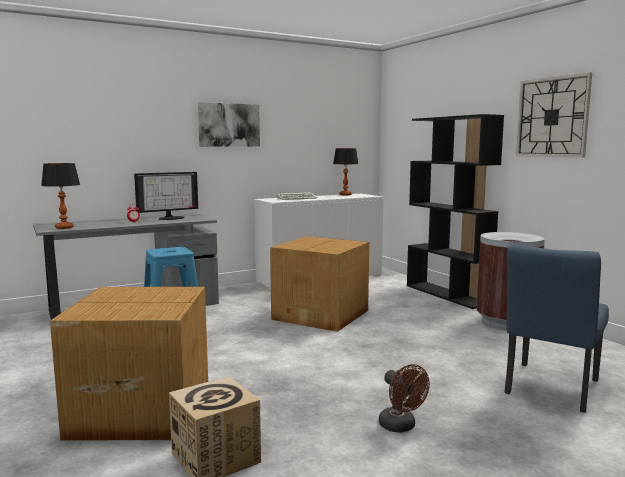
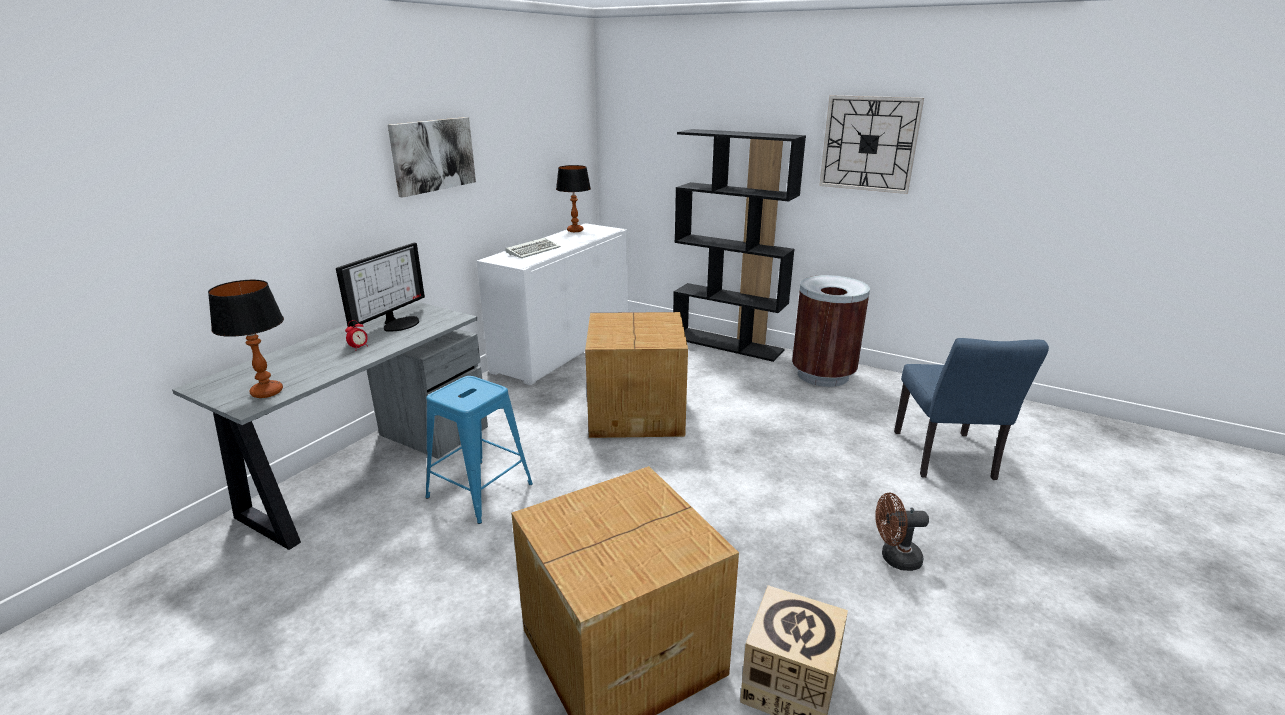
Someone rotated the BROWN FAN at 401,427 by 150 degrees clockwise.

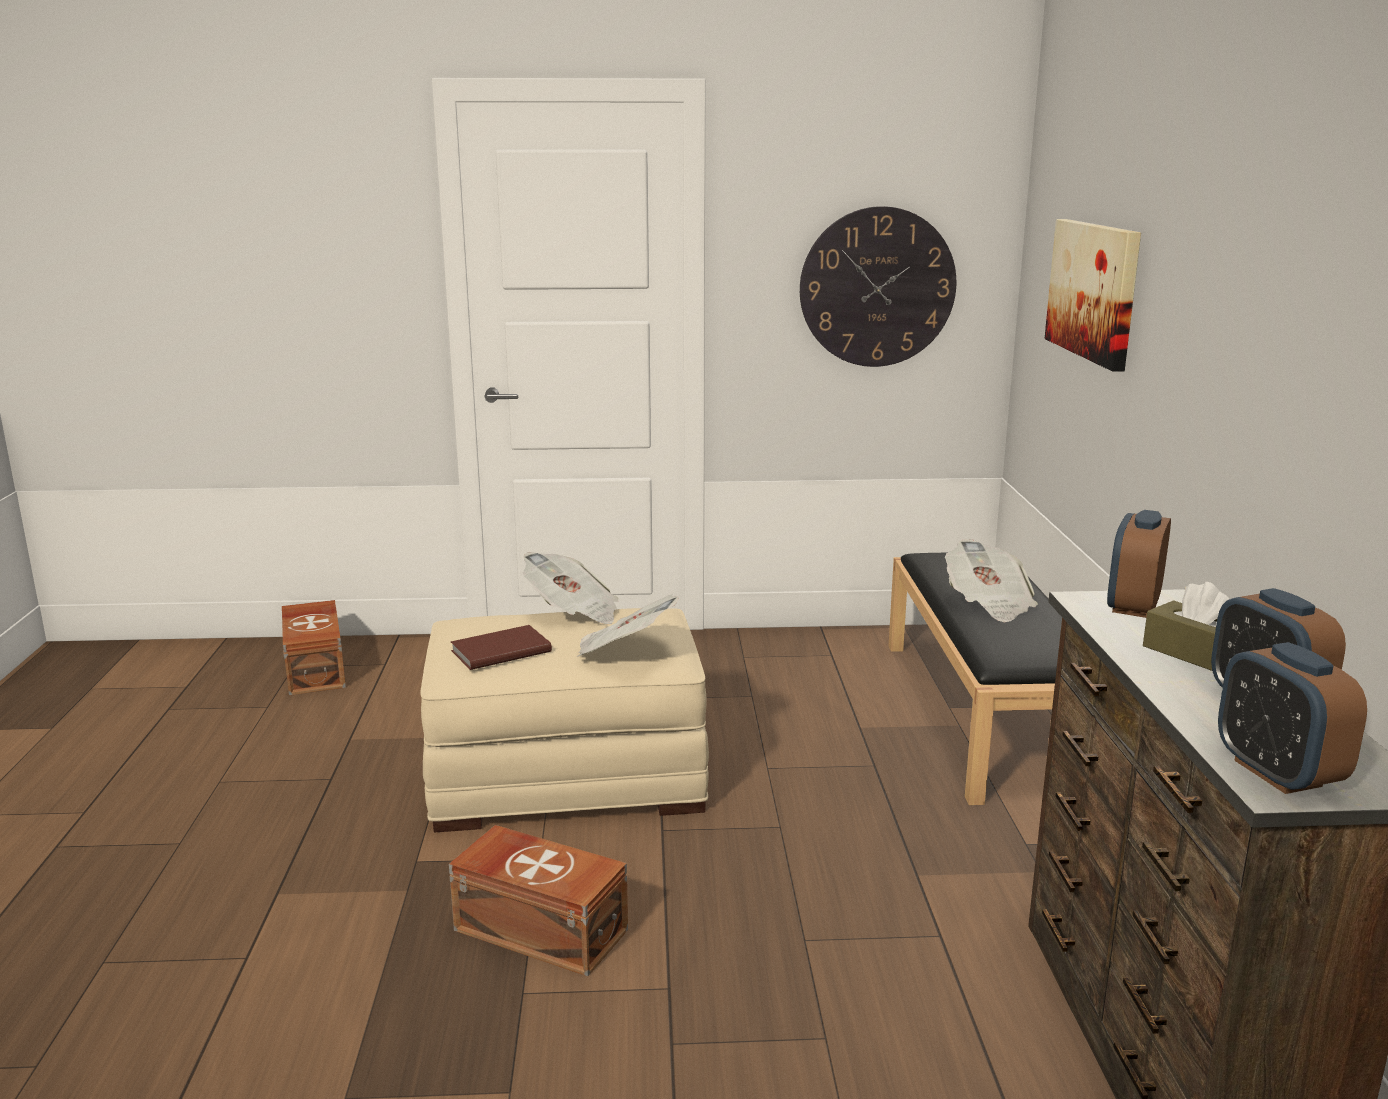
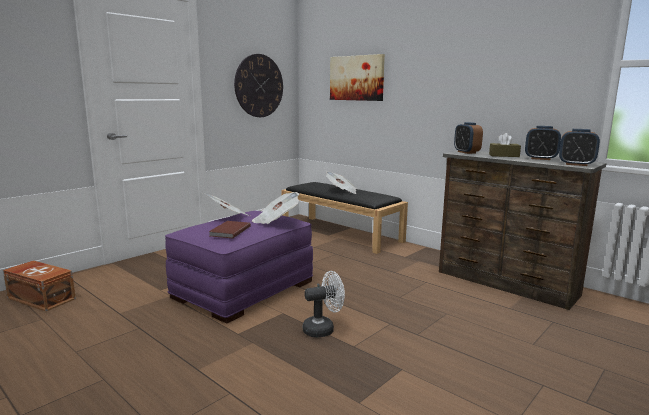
Someone repainted the BEIGE OTTOMAN at 568,774, which became the PURPLE OTTOMAN at 244,289. Someone swapped the BROWN STORAGE BOX at 540,928 for the WHITE FAN at 323,329.

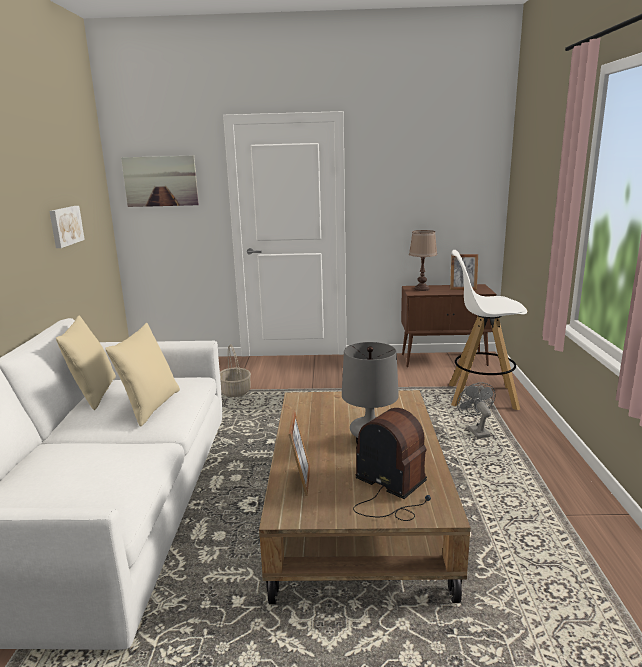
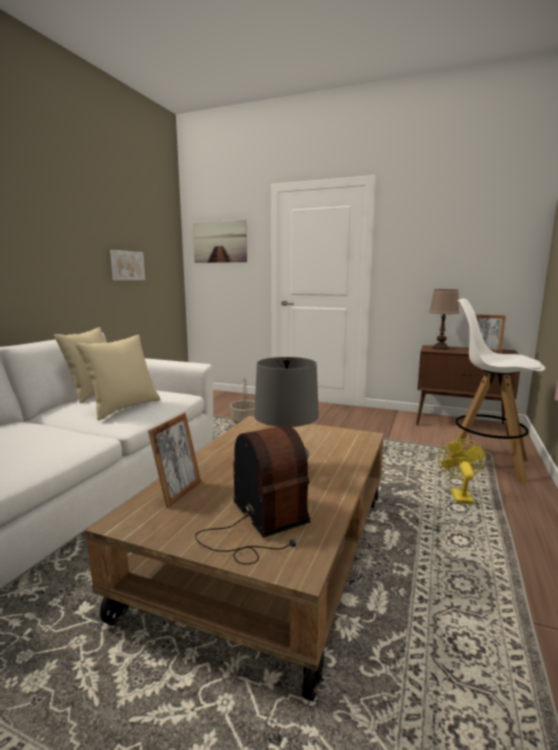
Someone repainted the GREY FAN at 476,430, which became the YELLOW FAN at 459,495.

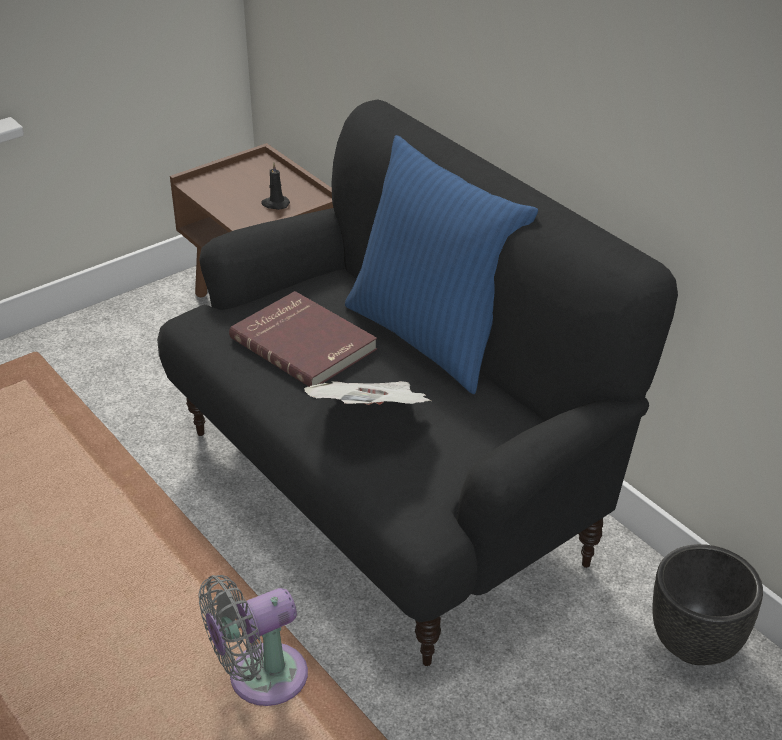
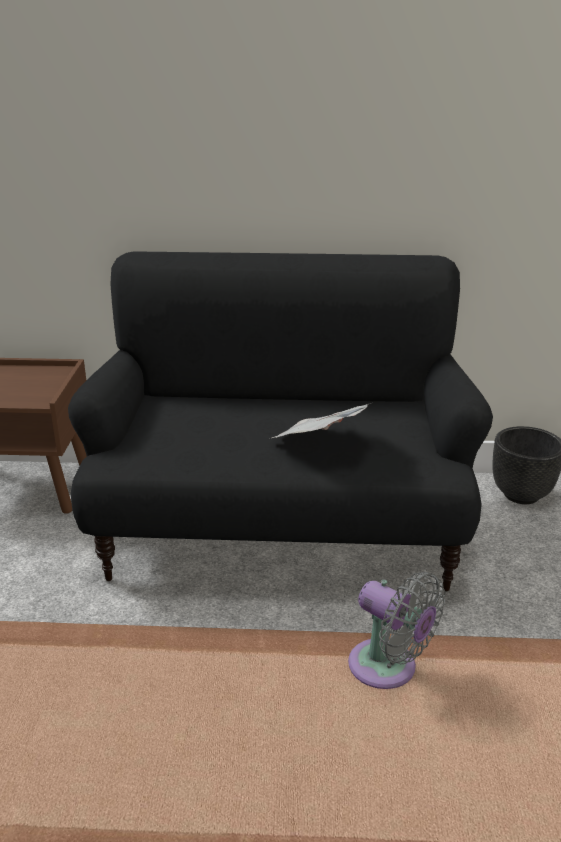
Someone took away the BLUE PILLOW at 432,336. Someone took away the BLACK CANDLE at 275,204. Someone took away the RED BOOK at 305,343. Someone rotated the GREY FAN at 260,679 by 60 degrees counterclockwise.

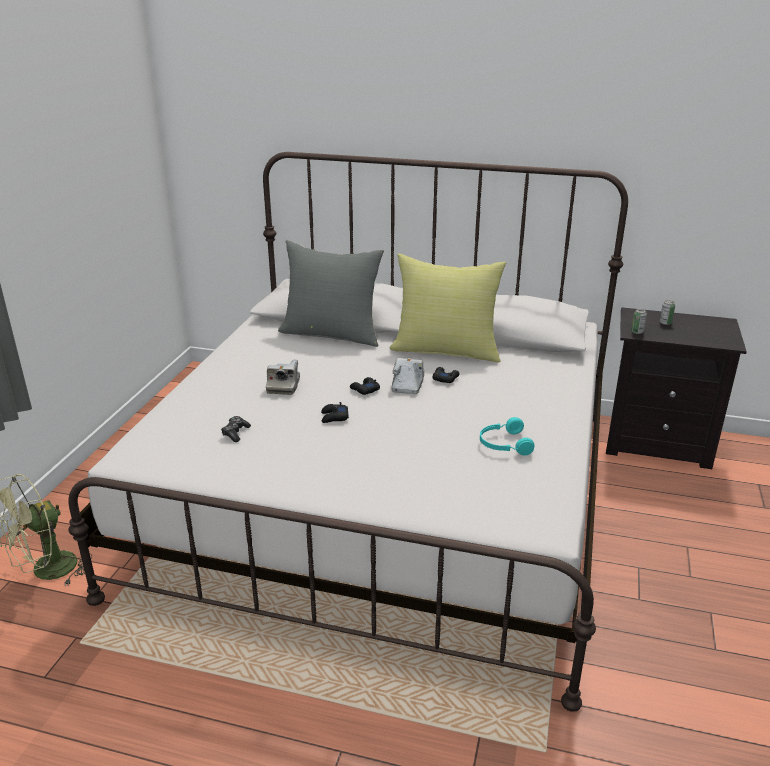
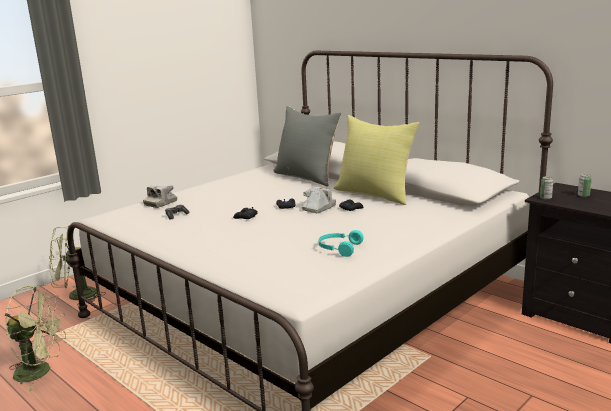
Someone carried the PHOTO CAMERA from 283,386 to 161,203. Someone put down the GREEN FAN at 41,371.

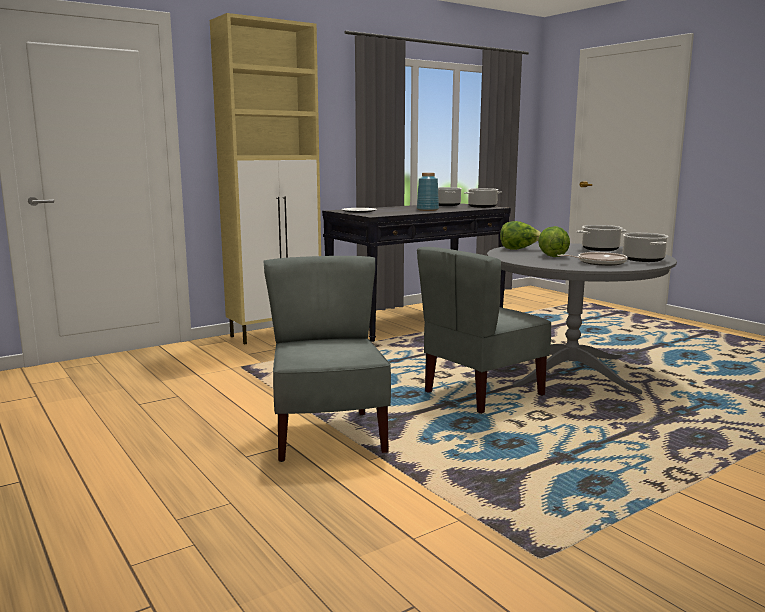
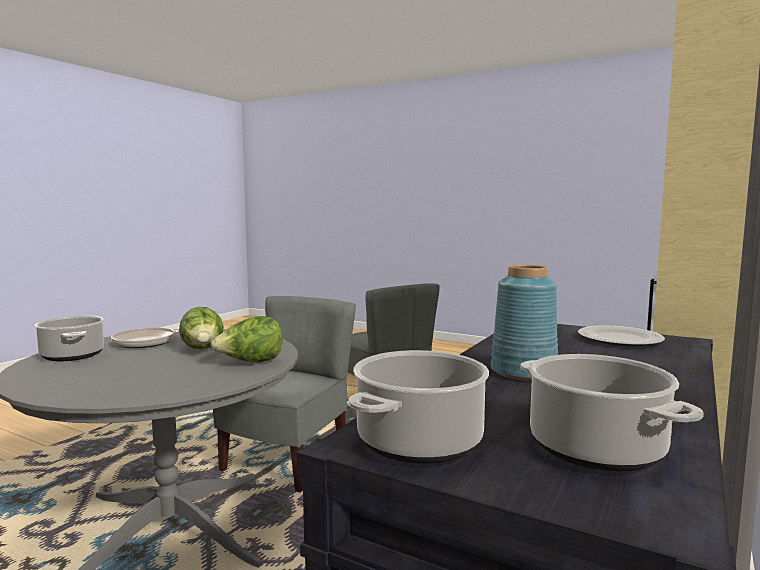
Someone took away the COOKING POT at 600,249.

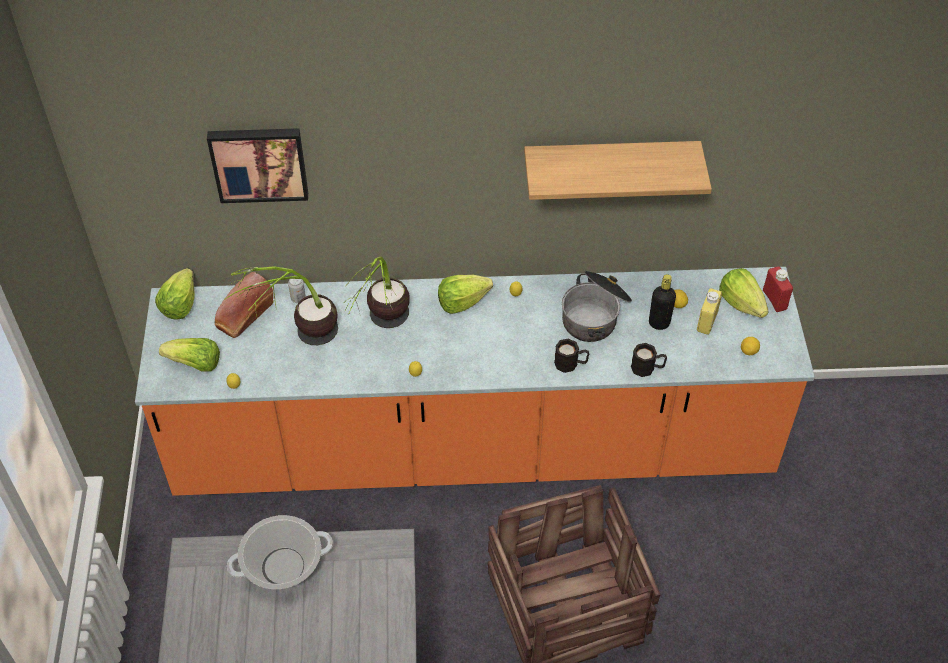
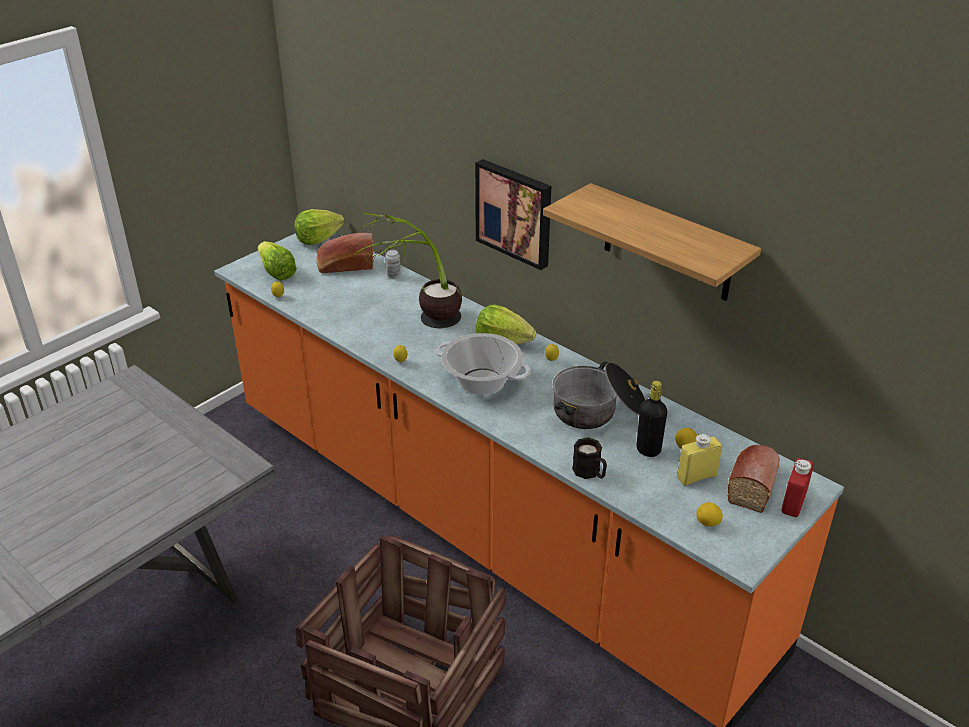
Someone carried the PICTURE from 259,162 to 515,212. Someone took away the POTTED PLANT at 296,341. Someone swapped the LETTUCE at 741,303 for the BREAD at 753,485. Someone took away the BLACK MUG at 571,364. Someone carried the COOKING POT from 283,567 to 482,382.

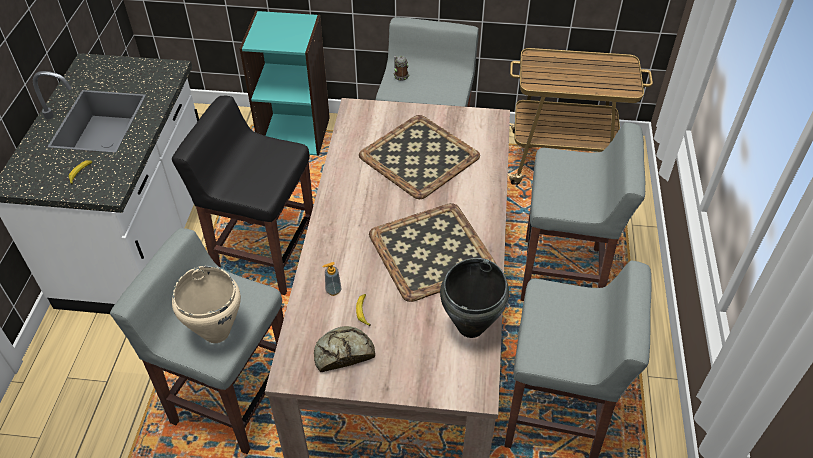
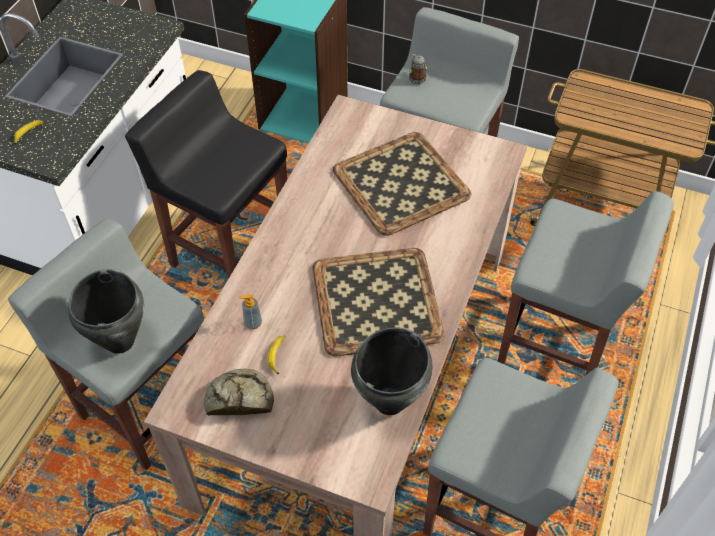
Someone repainted the BEIGE COOKING POT at 216,333, which became the BLACK COOKING POT at 119,342.

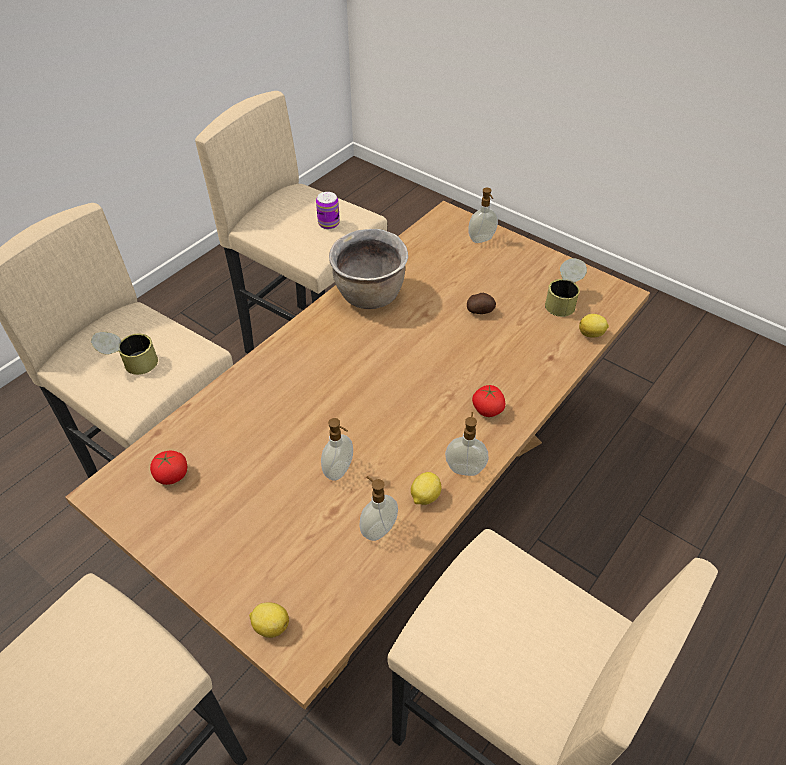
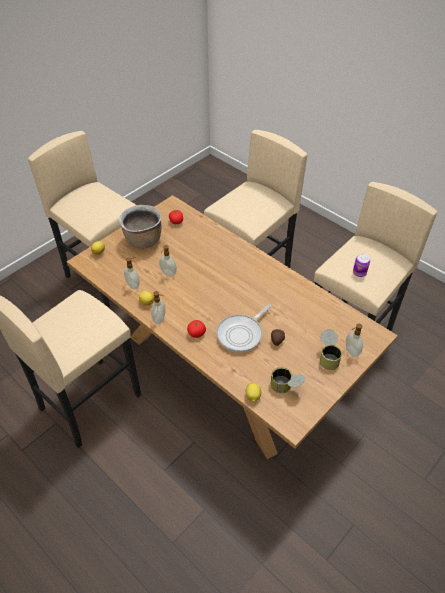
Someone carried the BROWN COOKING POT from 370,296 to 143,240. Someone carried the CAN from 130,363 to 328,356. Someone put down the FRYING PAN at 242,334.

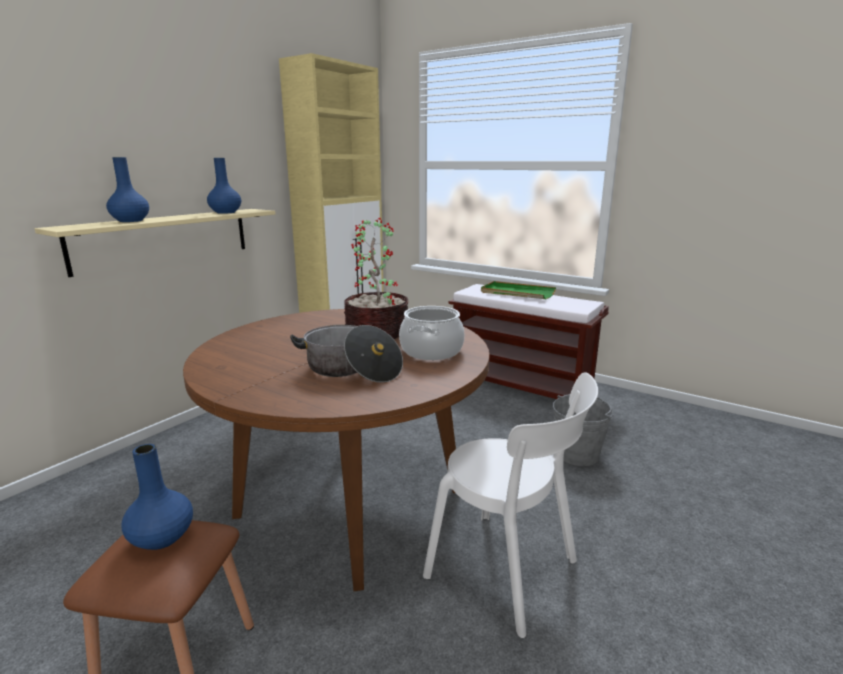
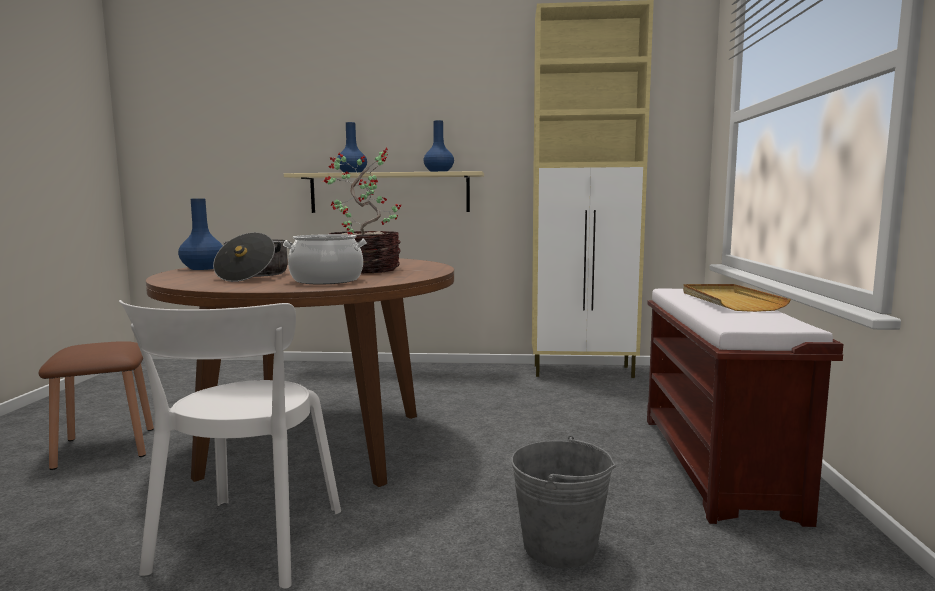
Someone repainted the GREEN TRAY at 517,293, which became the BEIGE TRAY at 729,301. Someone carried the BLUE VASE from 161,537 to 203,268.

